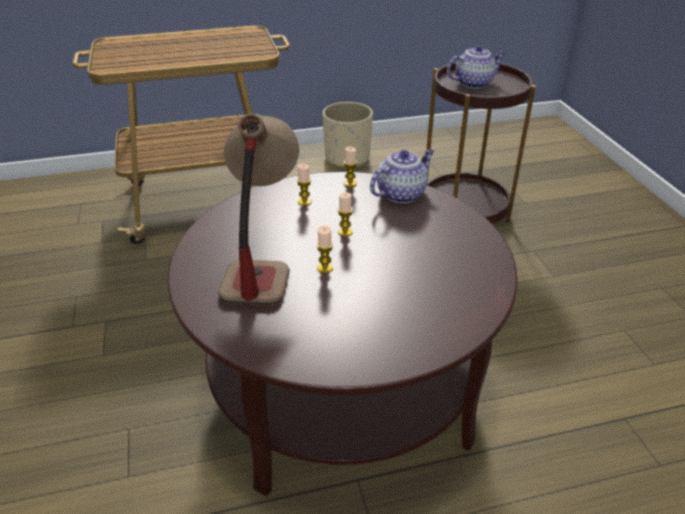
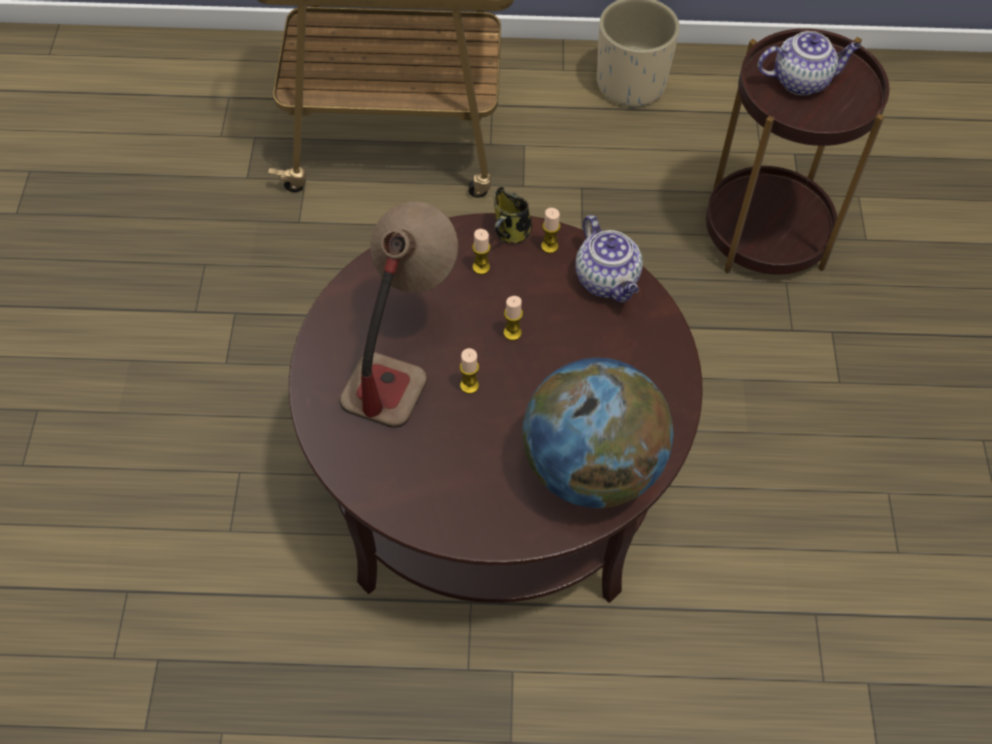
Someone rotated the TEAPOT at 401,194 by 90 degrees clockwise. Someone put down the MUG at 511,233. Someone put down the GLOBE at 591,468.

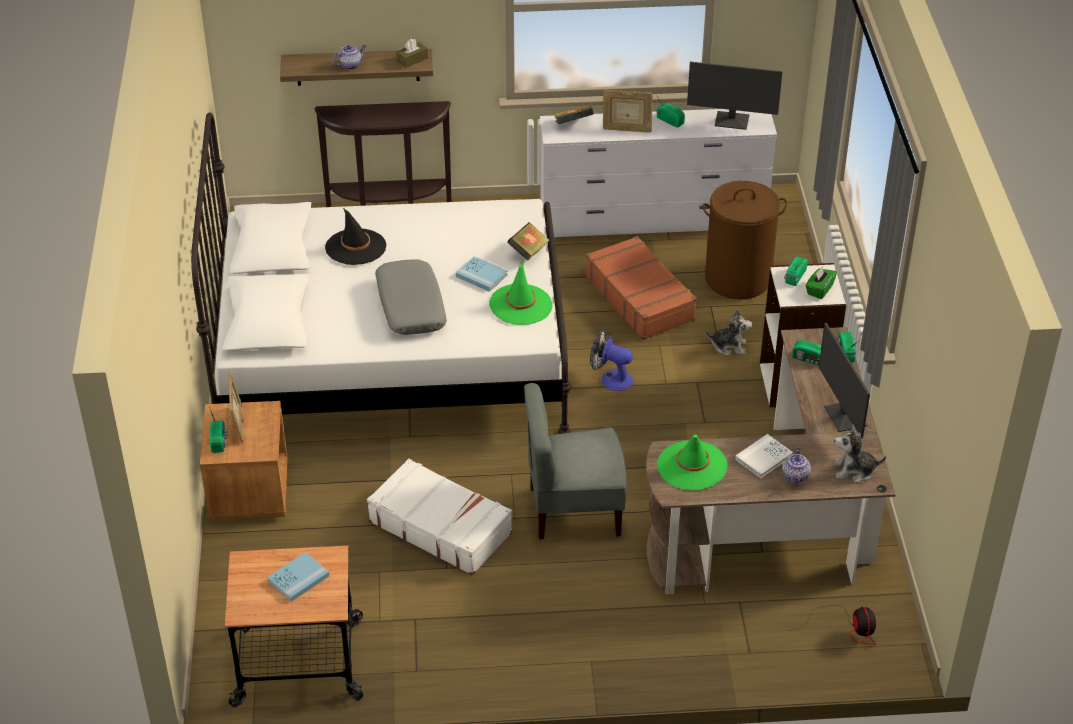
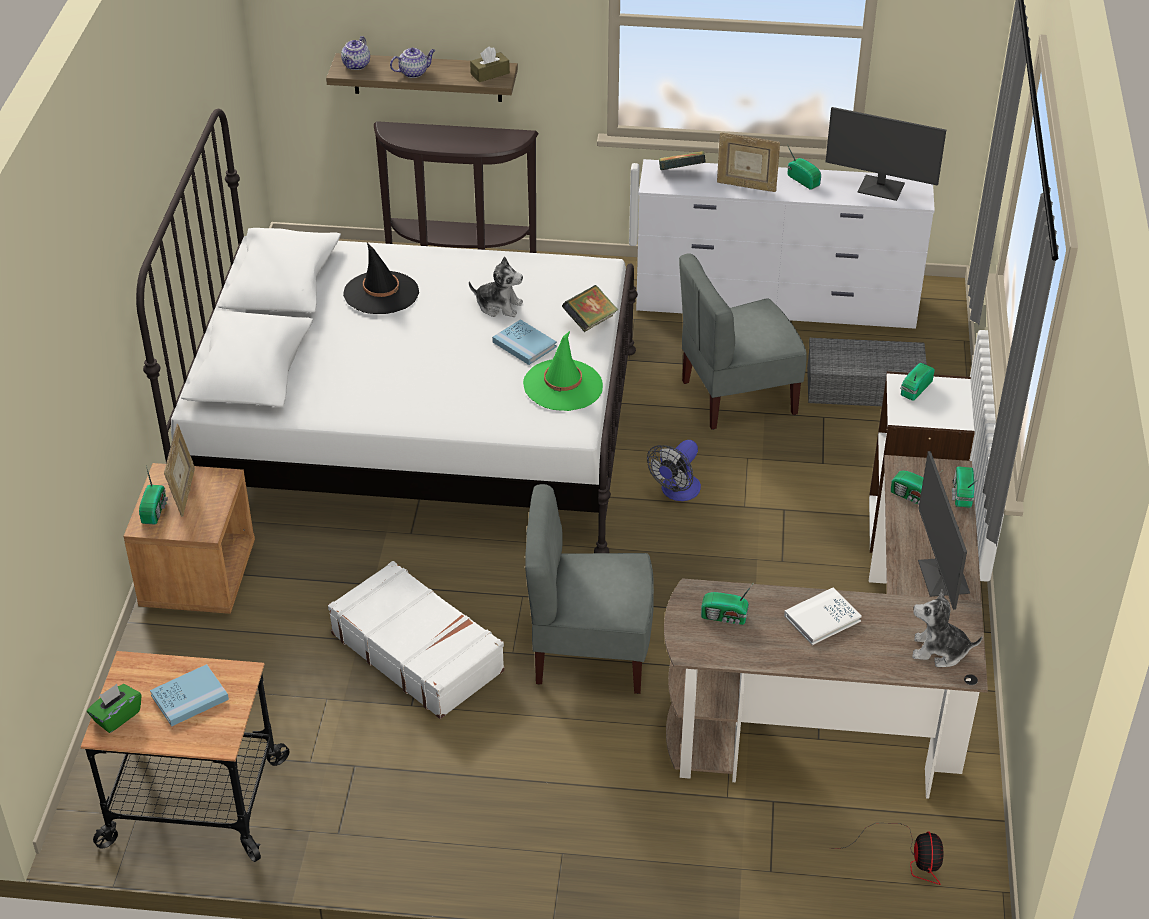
Someone swapped the BROWN LAUNDRY BASKET at 738,278 for the GREY STORAGE BOX at 865,386. Someone swapped the BROWN SUITCASE at 640,298 for the GREY CHAIR at 737,397. Someone took away the GREY PILLOW at 410,306. Someone carried the GREEN TISSUE BOX from 819,290 to 117,716. Someone carried the PLUSH TOY from 729,346 to 499,306. Someone rotated the FAN at 611,378 by 90 degrees counterclockwise. Someone swapped the GREEN HAT at 692,466 for the RADIO at 725,617. Someone carried the TEAPOT from 795,476 to 356,65.

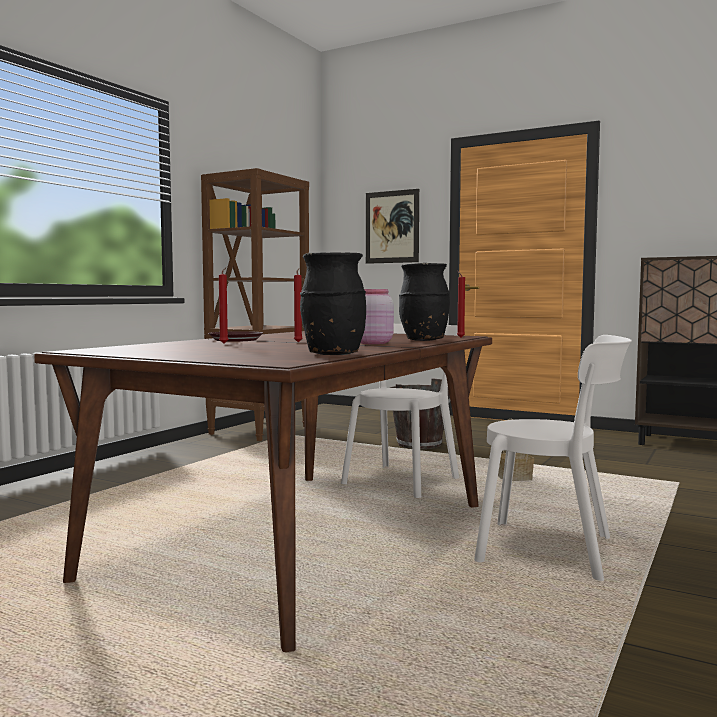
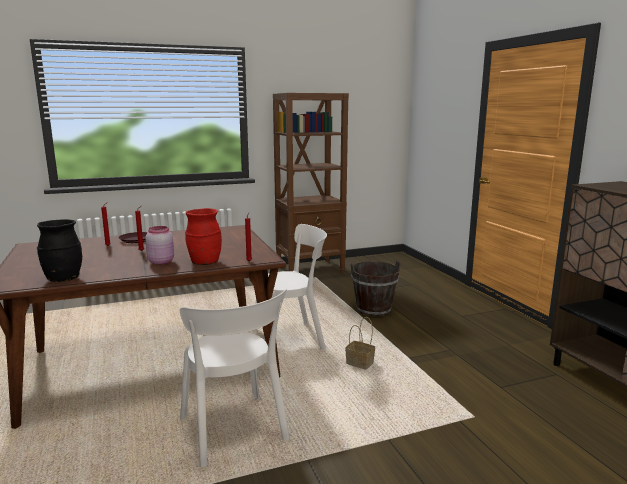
Someone took away the PICTURE at 392,227. Someone repainted the BLACK VASE at 423,340, which became the RED VASE at 204,263.

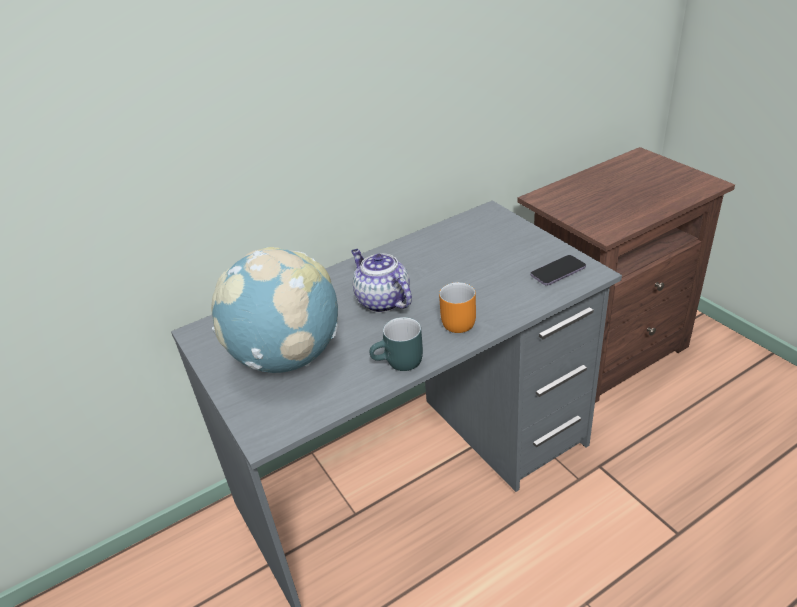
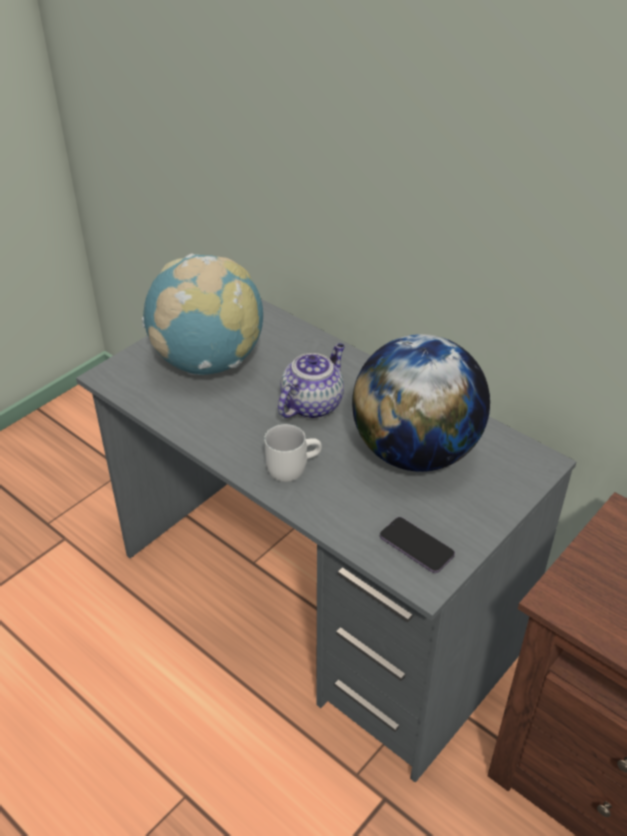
Someone repainted the ORANGE MUG at 455,320, which became the WHITE MUG at 291,466. Someone took away the TURQUOISE MUG at 399,364. Someone put down the GLOBE at 415,452.

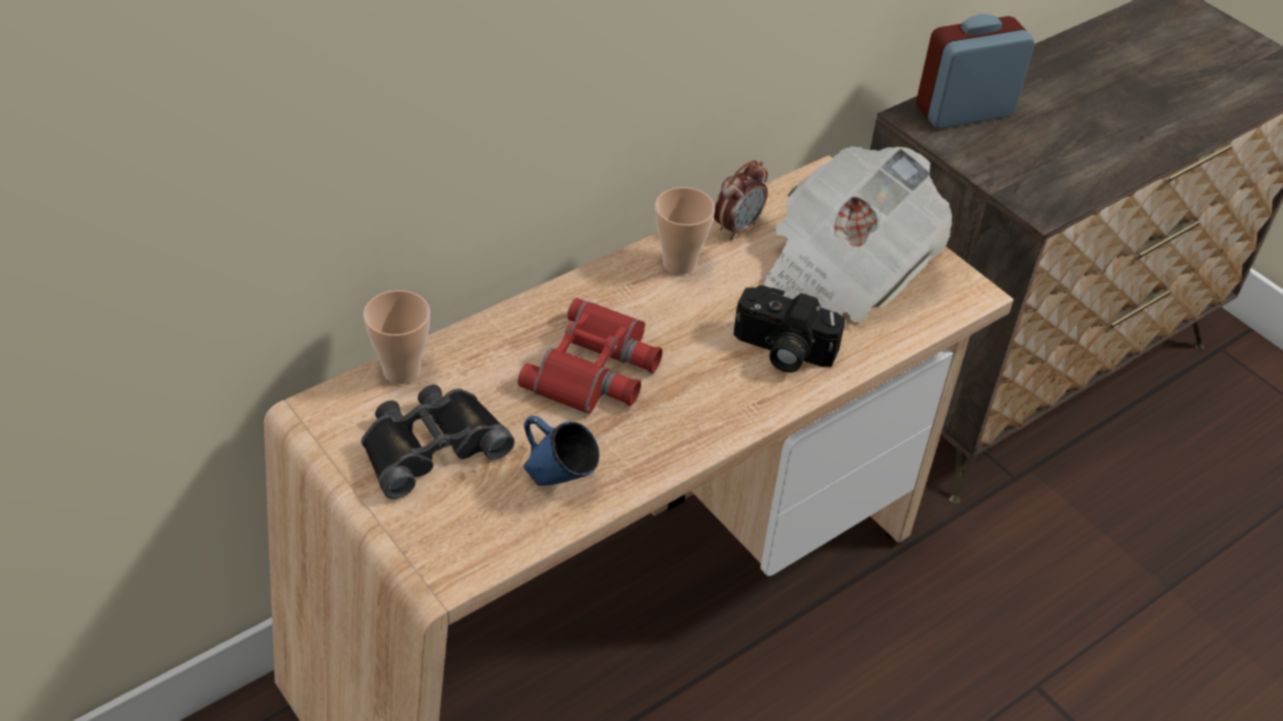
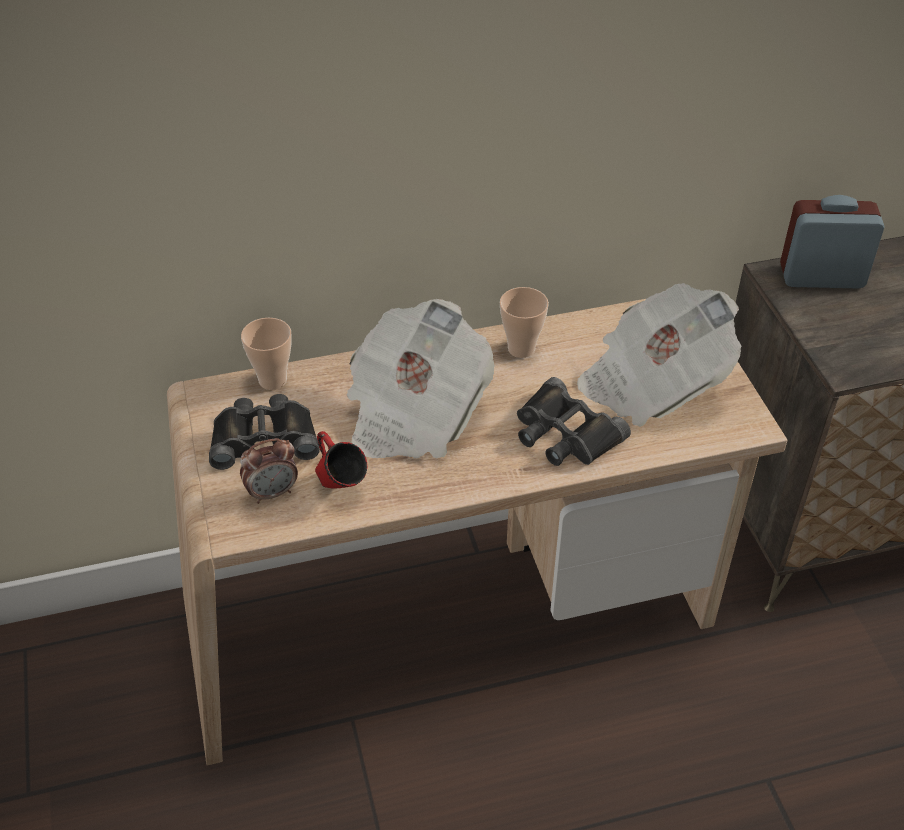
Someone carried the ALARM CLOCK from 737,227 to 272,492. Someone swapped the PHOTO CAMERA at 781,351 for the BLACK BINOCULARS at 564,434. Someone swapped the RED BINOCULARS at 596,369 for the NEWSPAPER at 413,413. Someone repainted the BLUE MUG at 558,480, which became the RED MUG at 340,487.

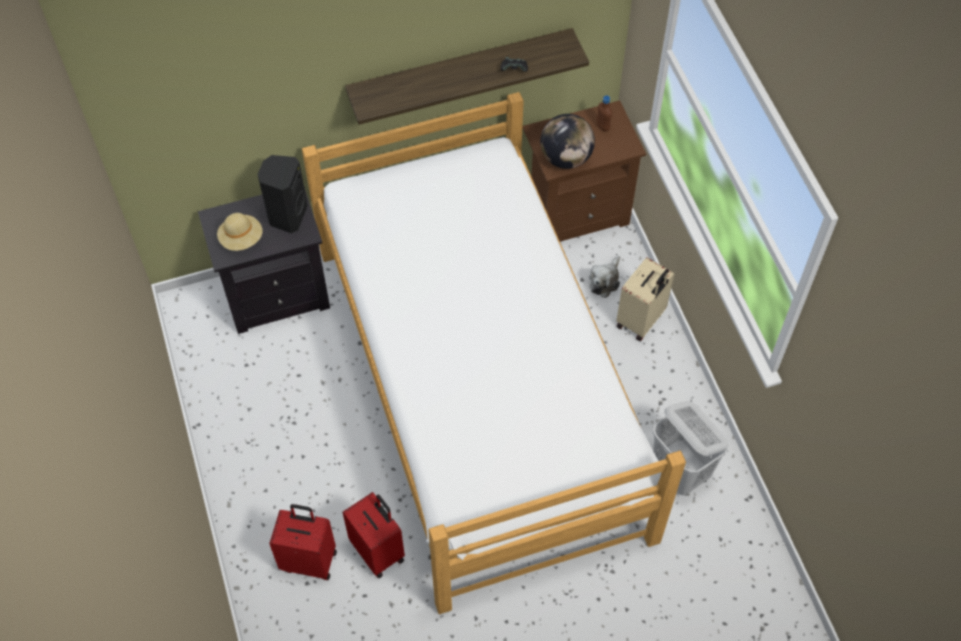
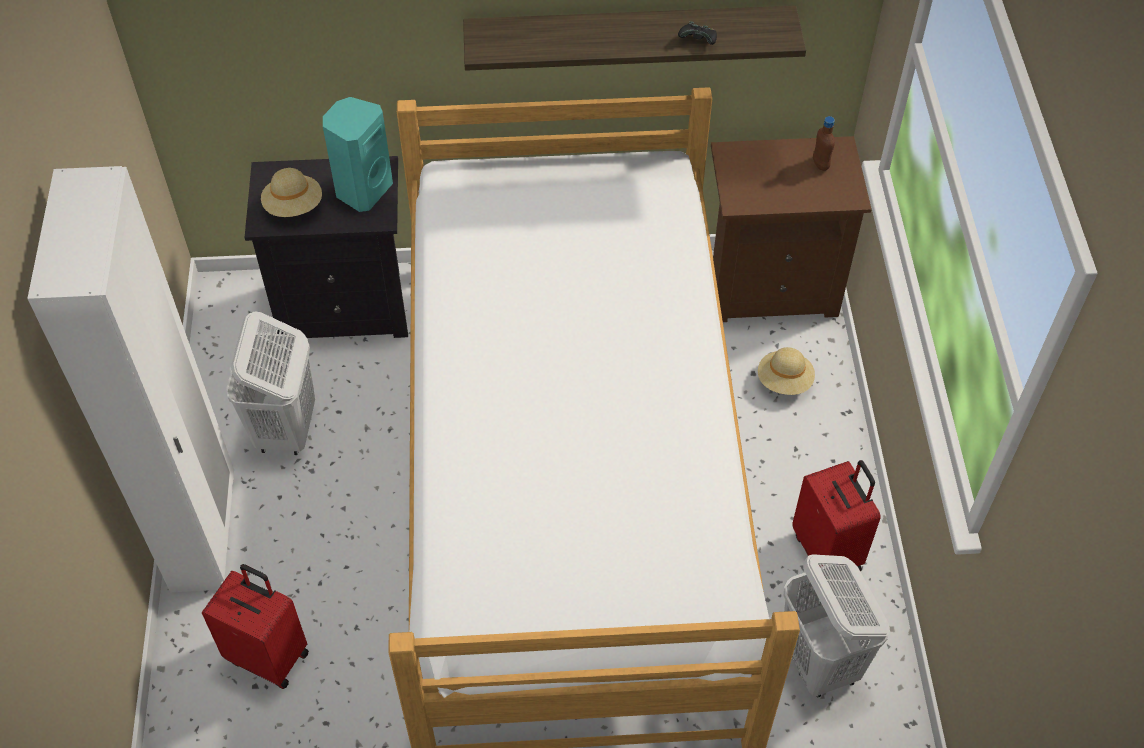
Someone took away the GLOBE at 566,158. Someone repainted the BLACK SPEAKER at 287,215, which became the TURQUOISE SPEAKER at 362,190. Someone swapped the PLUSH TOY at 605,280 for the BEIGE HAT at 784,381. Someone took away the BEIGE SUITCASE at 641,320. Someone carried the RED SUITCASE from 379,551 to 828,551. Someone put down the WHITE WARDROBE at 205,533. Someone put down the WHITE LAUNDRY BASKET at 286,430.

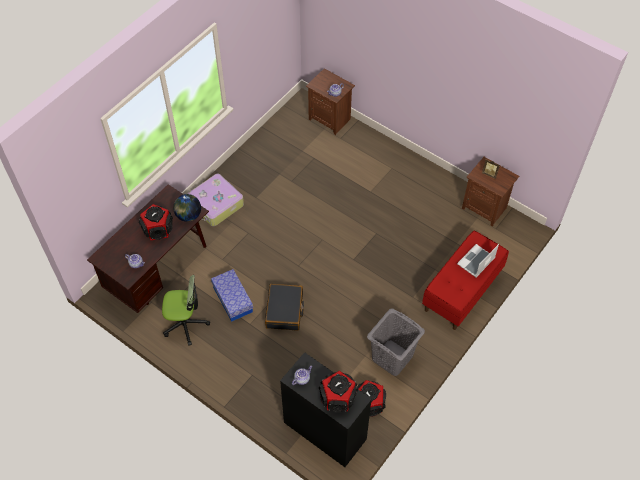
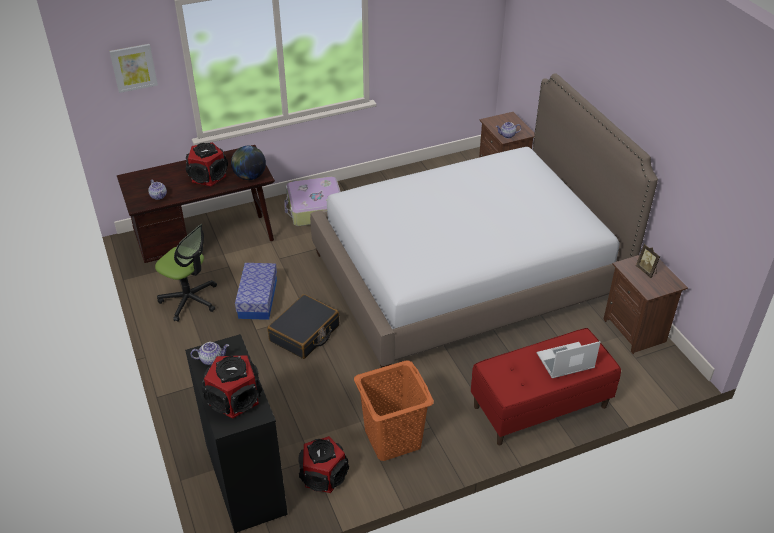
Someone repainted the GREY LAUNDRY BASKET at 392,357, which became the ORANGE LAUNDRY BASKET at 393,439. Someone put up the PICTURE at 133,67. Someone put down the BED at 467,275.

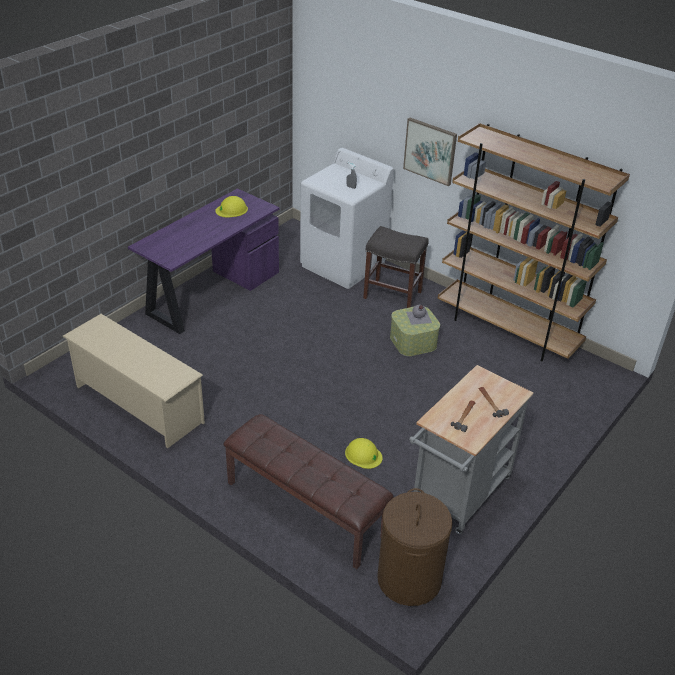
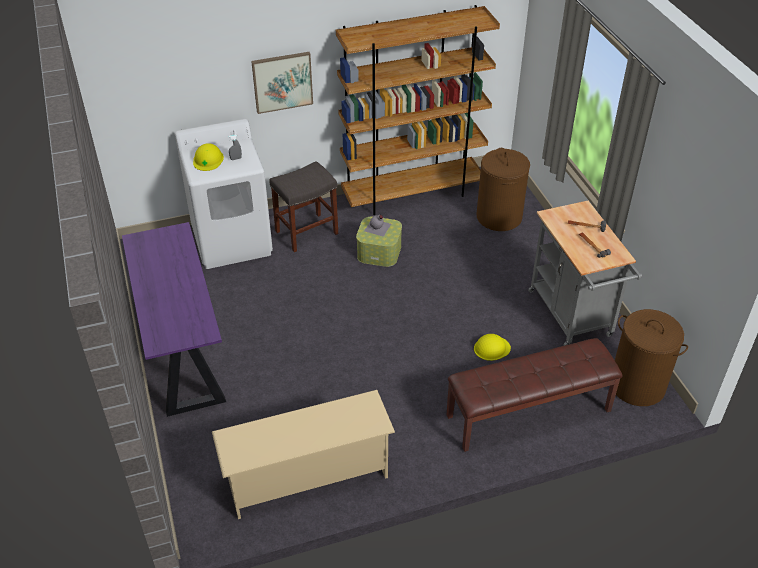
Someone carried the YELLOW HARD HAT from 232,210 to 208,159. Someone put down the BROWN LAUNDRY BASKET at 499,217.

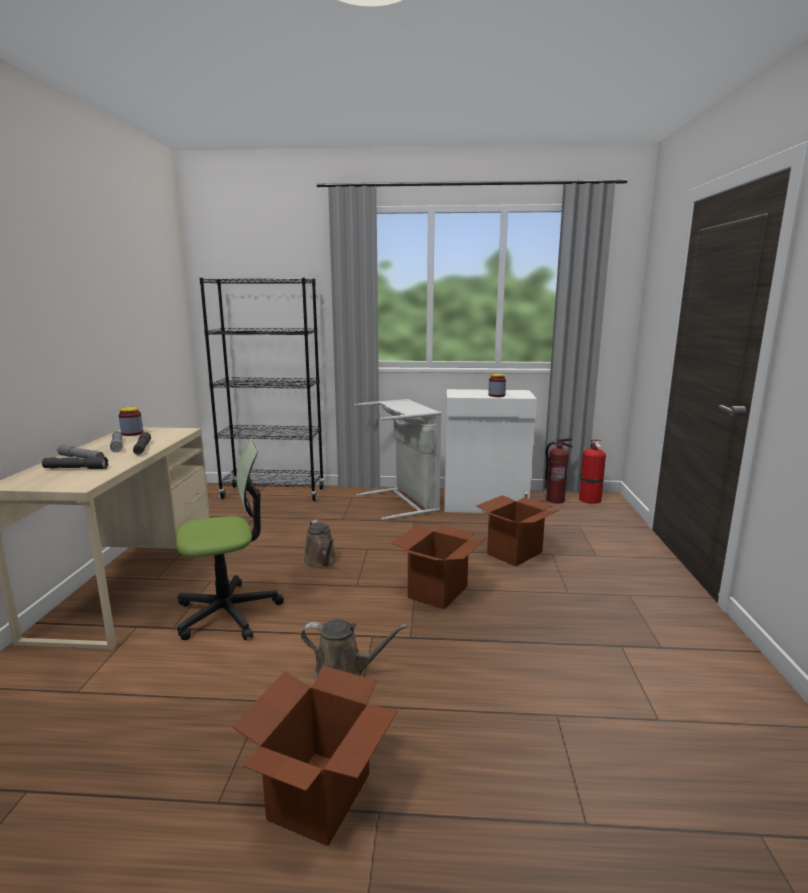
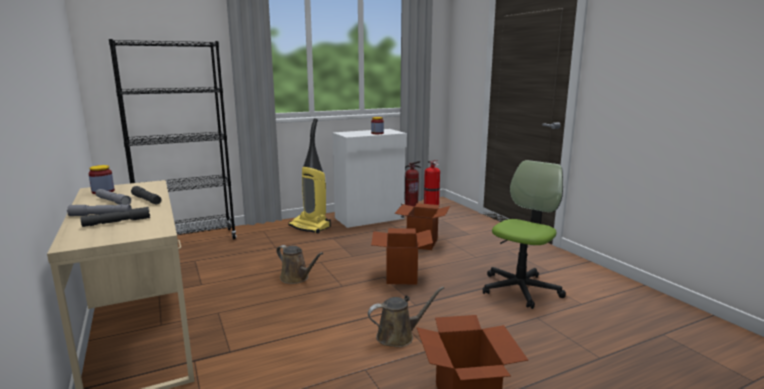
Someone swapped the GREY LAUNDRY BASKET at 405,502 for the VACUUM CLEANER at 310,227. Someone carried the OFFICE CHAIR from 228,613 to 520,289.

